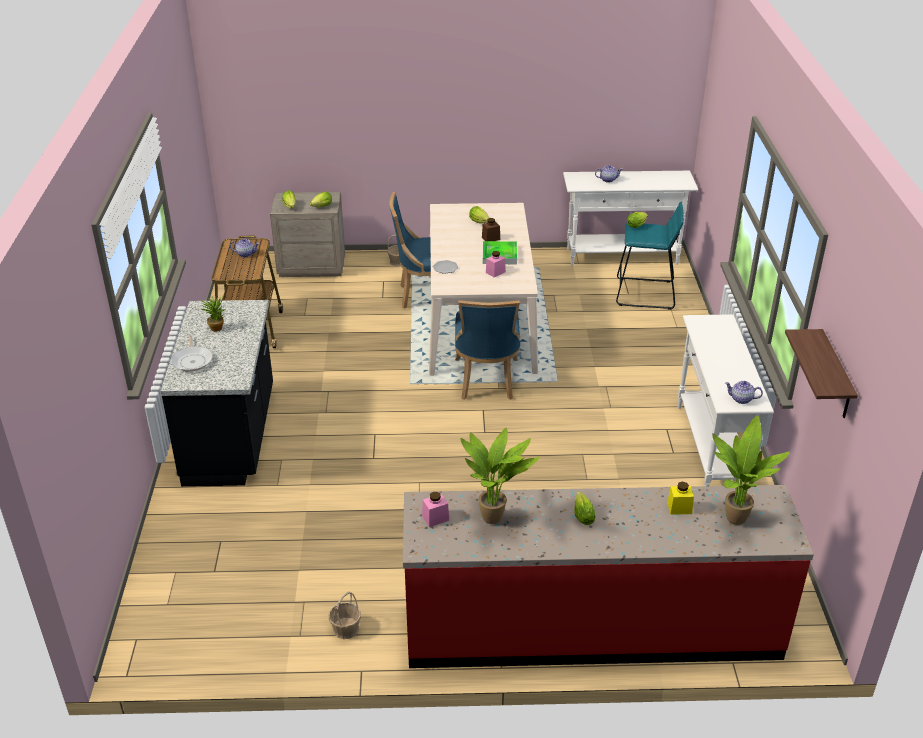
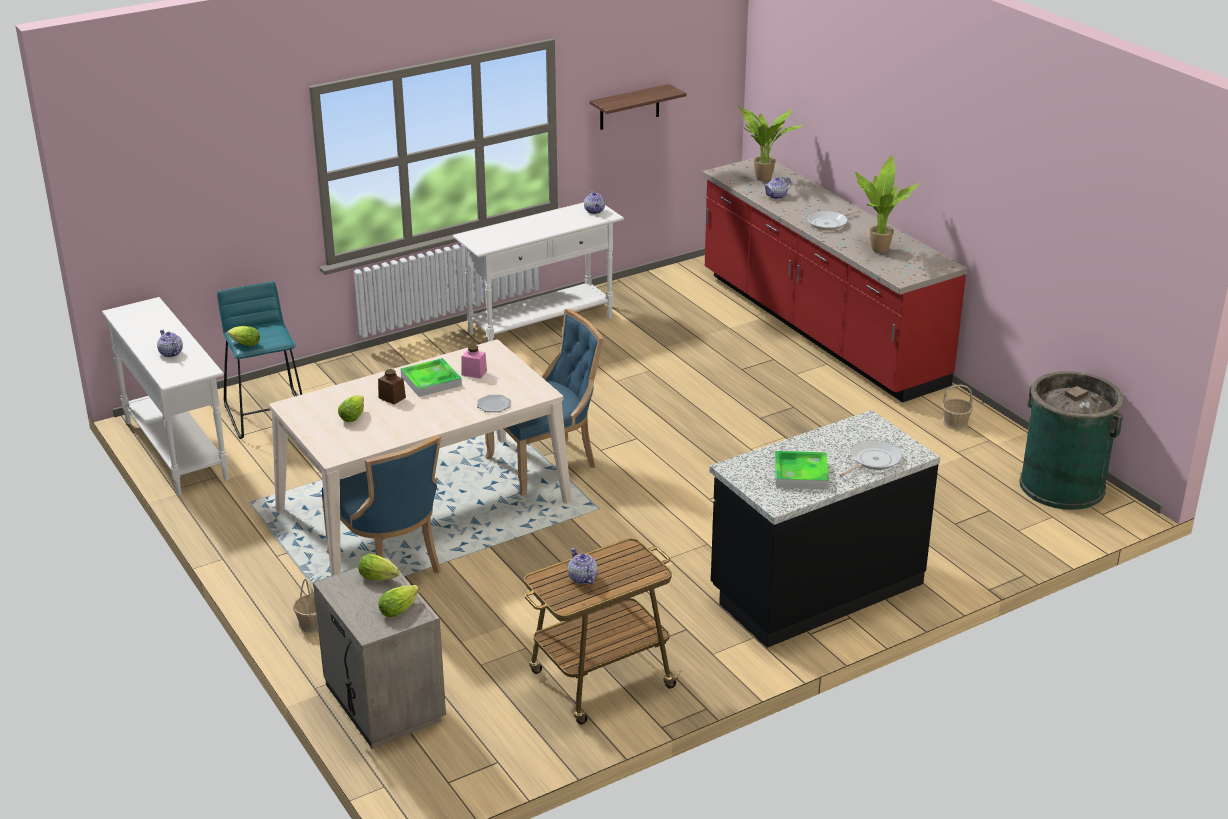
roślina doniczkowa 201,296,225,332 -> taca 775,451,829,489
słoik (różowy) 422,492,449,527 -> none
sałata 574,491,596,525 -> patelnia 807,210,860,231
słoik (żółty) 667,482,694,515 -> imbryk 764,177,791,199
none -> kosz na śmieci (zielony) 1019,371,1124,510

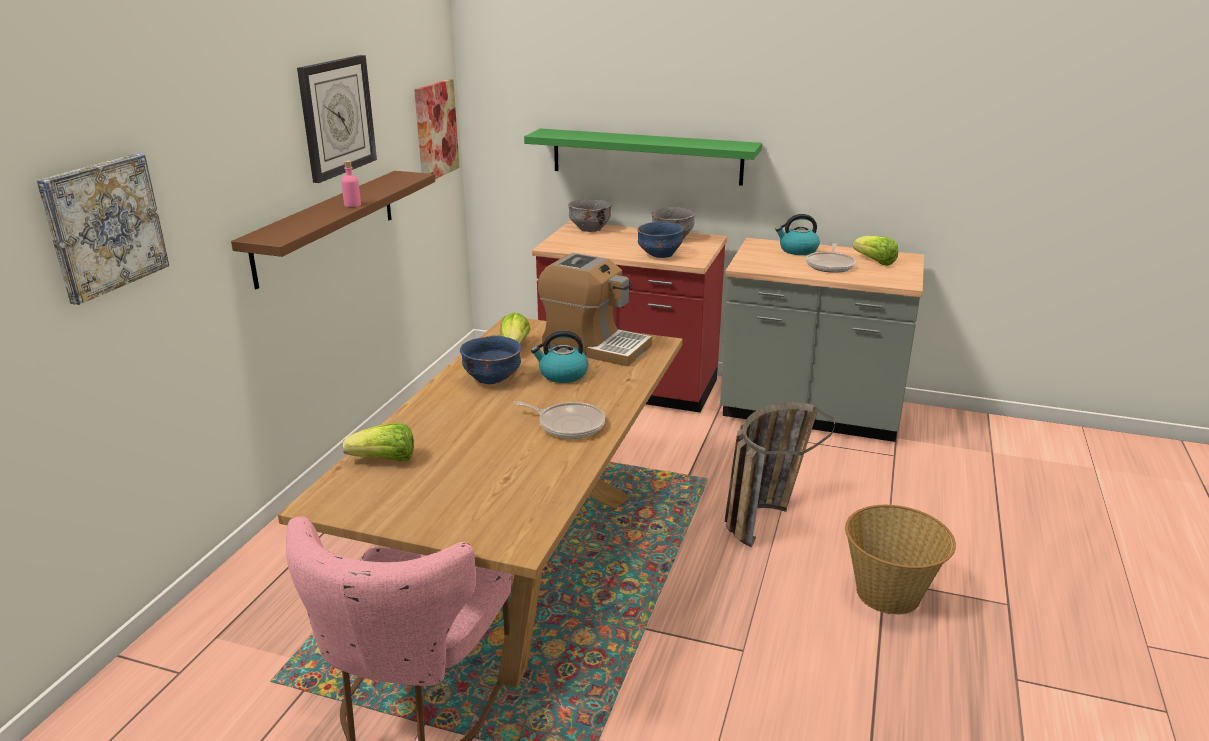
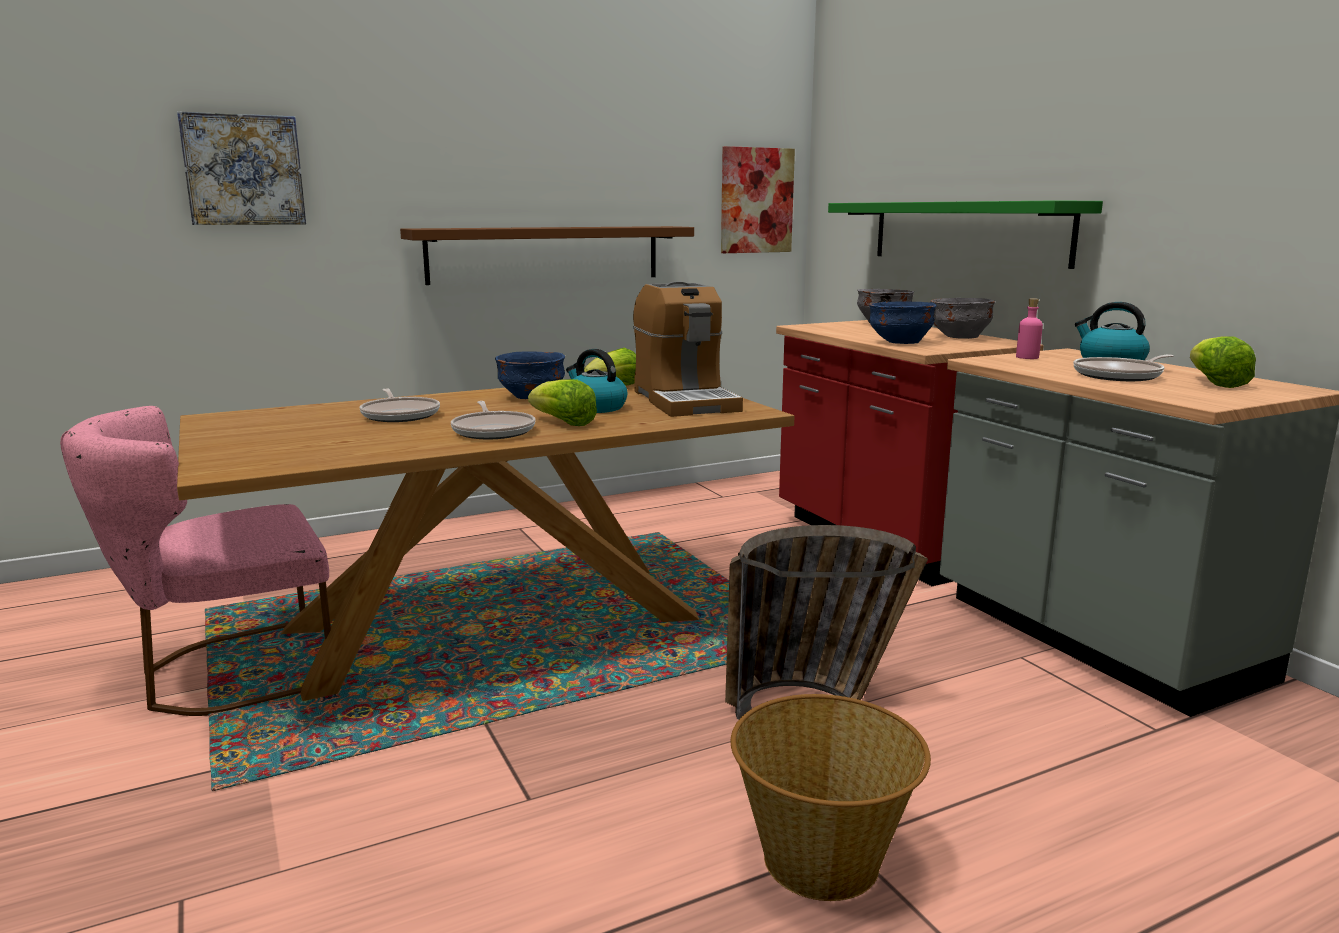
zegar ścienny 297,55,377,183 -> none
butelka (różowy) 341,161,361,207 -> butelka (różowy) 1016,298,1043,359, relocated
sałata 343,422,414,462 -> sałata 528,379,597,426, relocated
none -> patelnia 360,389,440,422

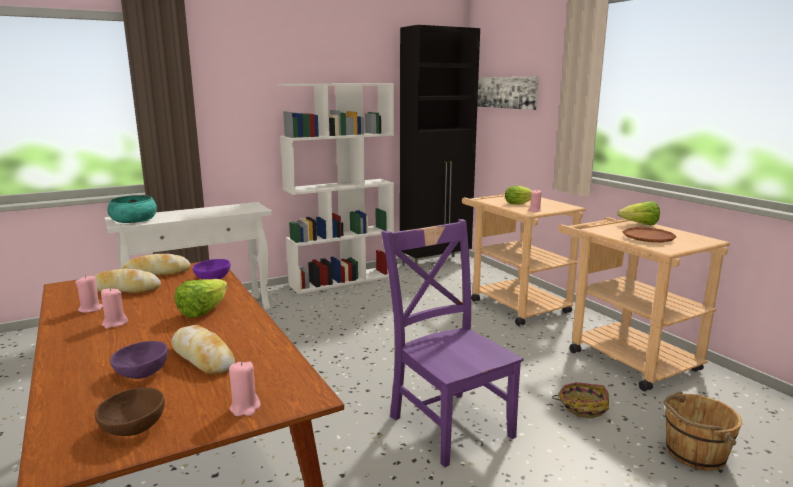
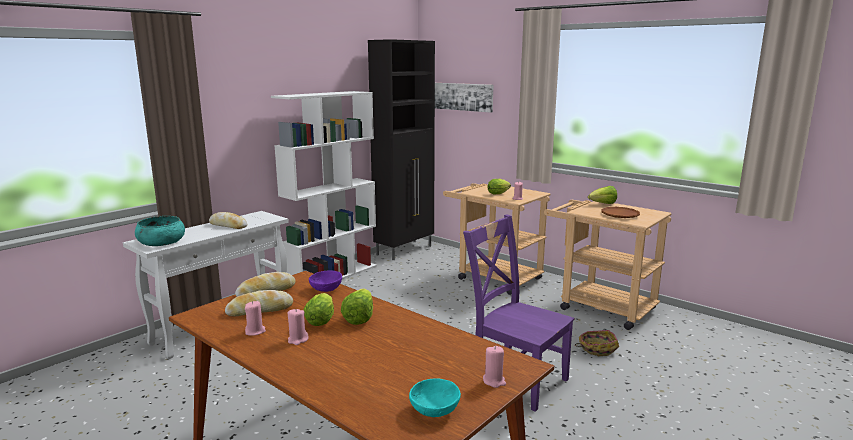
miska (brązowy) 95,387,165,436 -> miska (turkusowy) 409,378,461,417
miska (fioletowy) 110,341,168,379 -> none
chleb 171,325,235,375 -> chleb 209,212,248,229, relocated
wiadro (brązowy) 664,391,742,471 -> none
none -> sałata 303,293,334,326

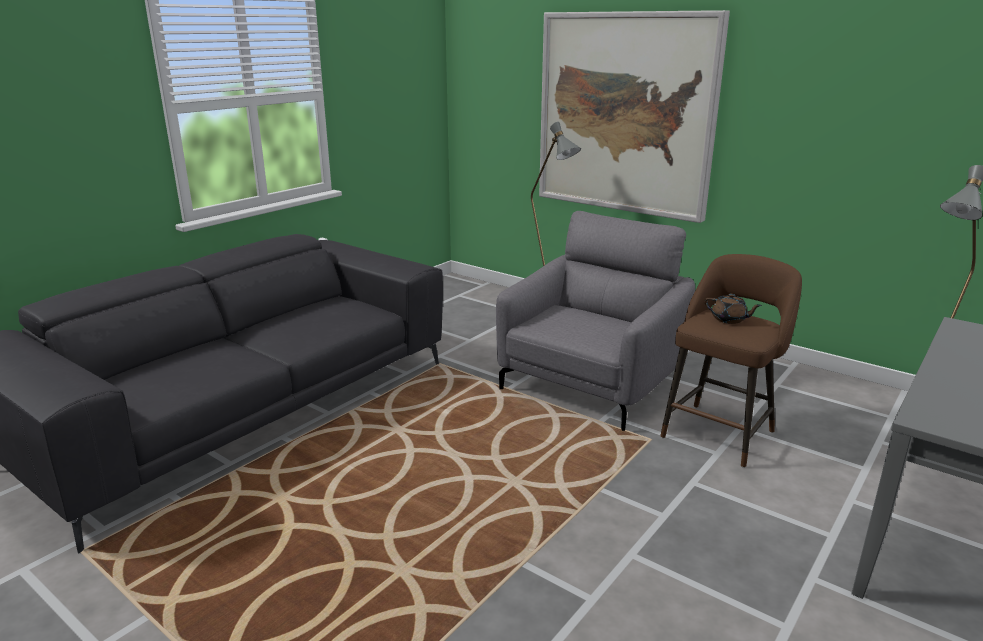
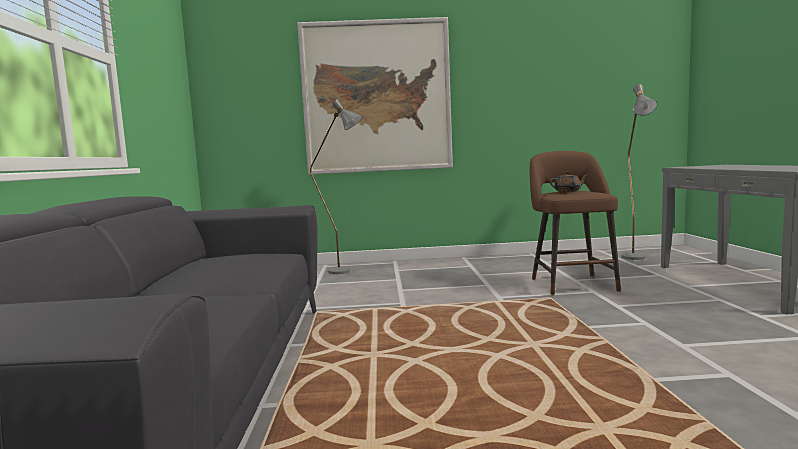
fotel (szary) 496,211,695,431 -> none

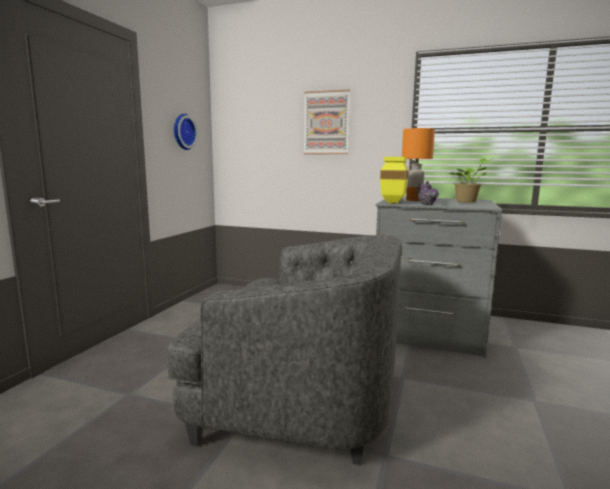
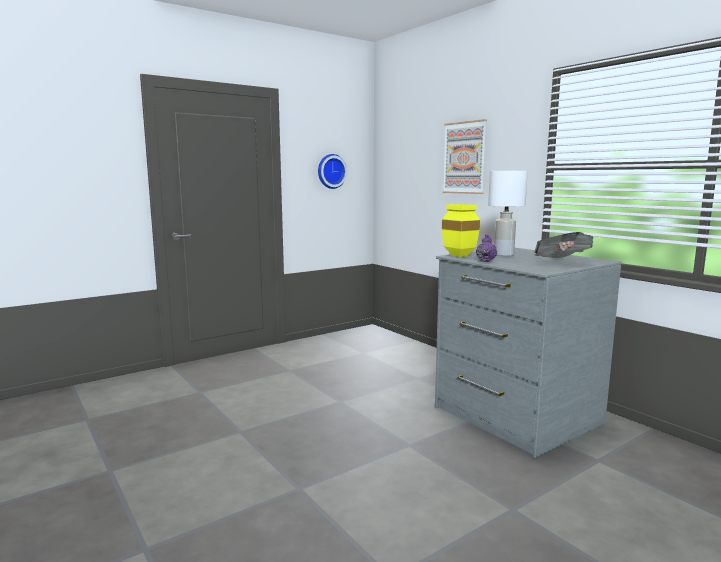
fotel (szary) 167,235,401,465 -> none
lampa stołowa (pomarańczowy) 402,128,435,201 -> lampa stołowa (biały) 488,171,528,256
roślina doniczkowa 450,158,494,203 -> gazeta 535,232,594,258

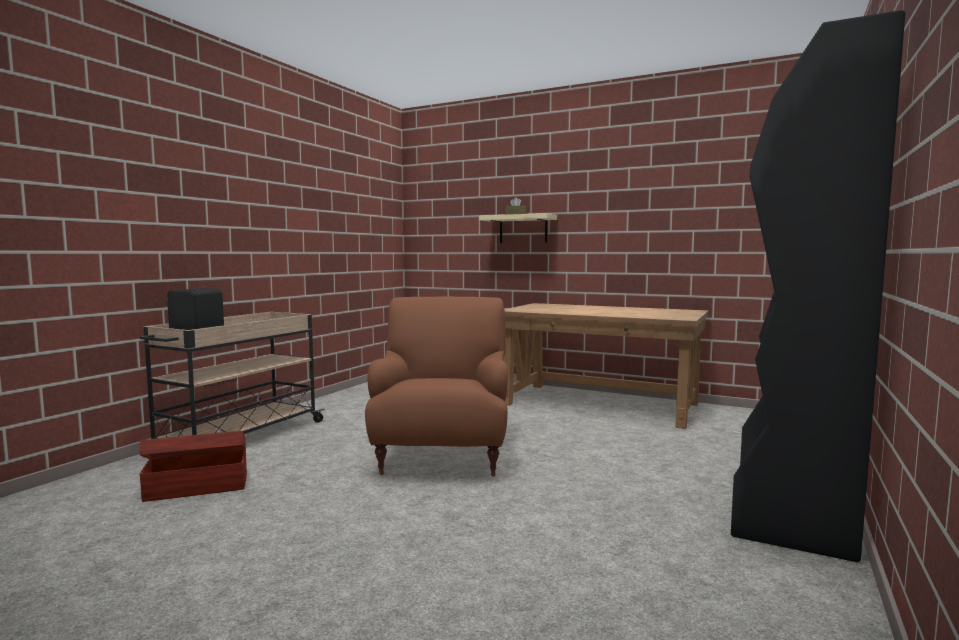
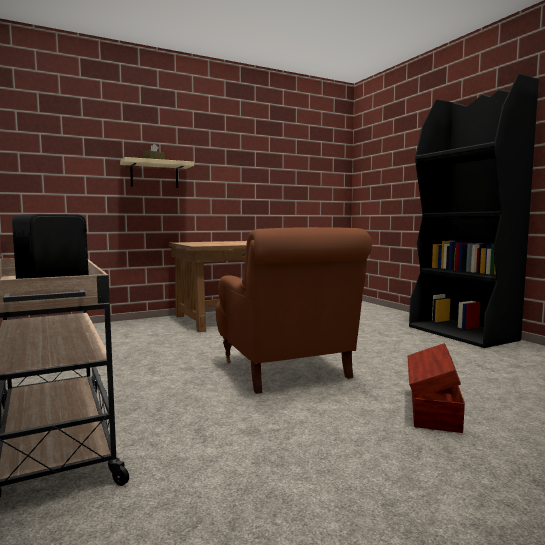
pojemnik do przechowywania (brązowy) 139,431,247,502 -> pojemnik do przechowywania (brązowy) 408,343,465,433, relocated
fotel (brązowy) 365,297,508,477 -> fotel (brązowy) 216,227,372,394, 150 degrees counterclockwise

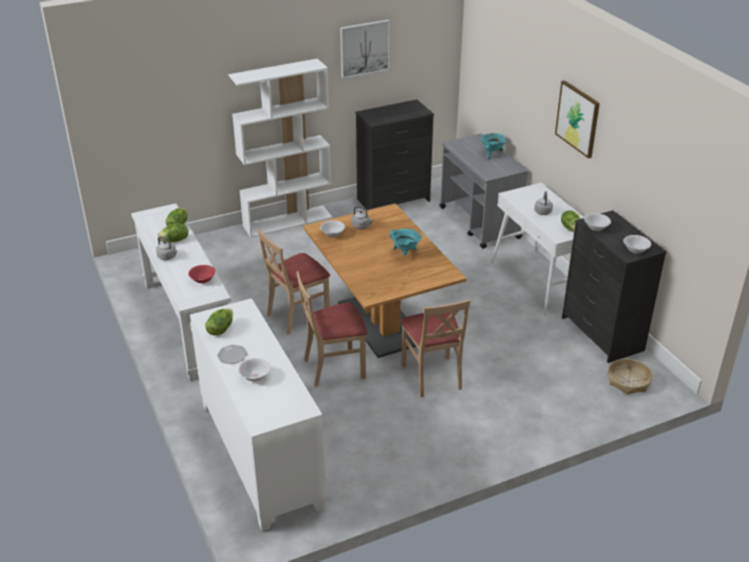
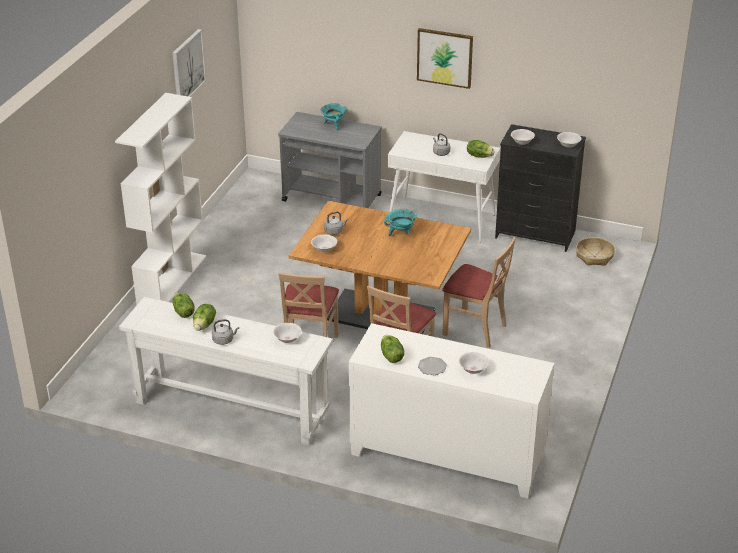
miska (czerwony) 188,265,216,283 -> miska (biały) 273,323,302,343
komoda (czarny) 355,99,434,210 -> none

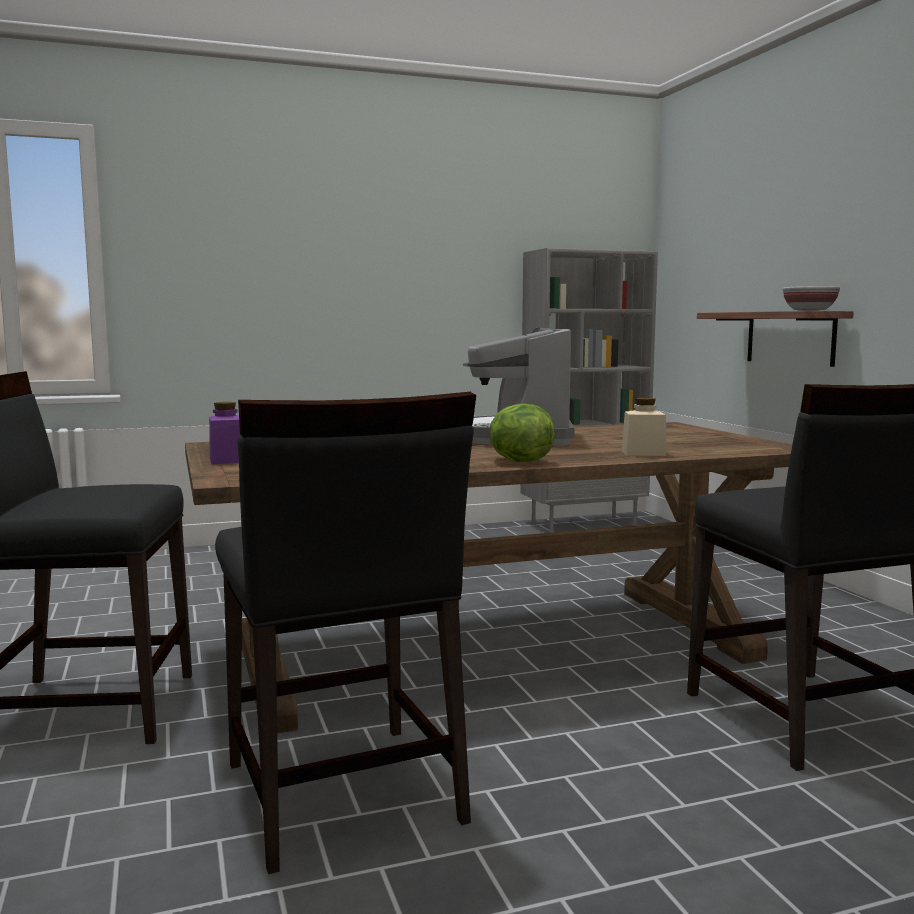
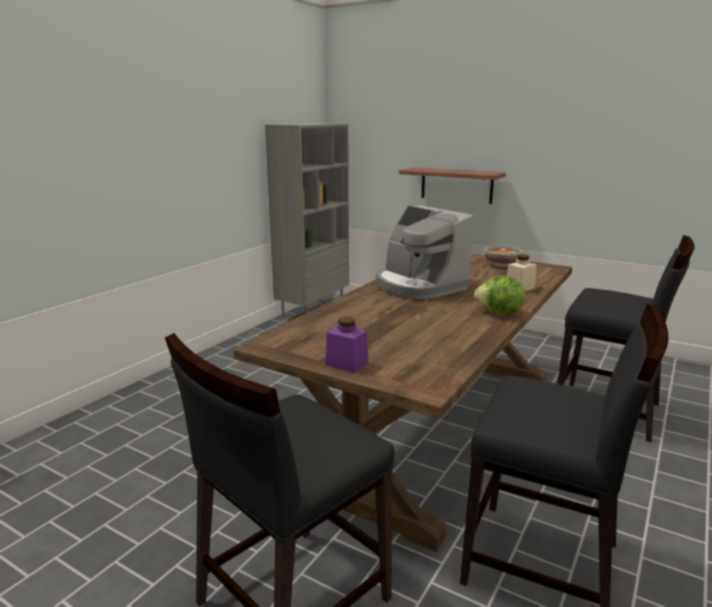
miska 783,286,840,311 -> miska 484,245,523,267, relocated

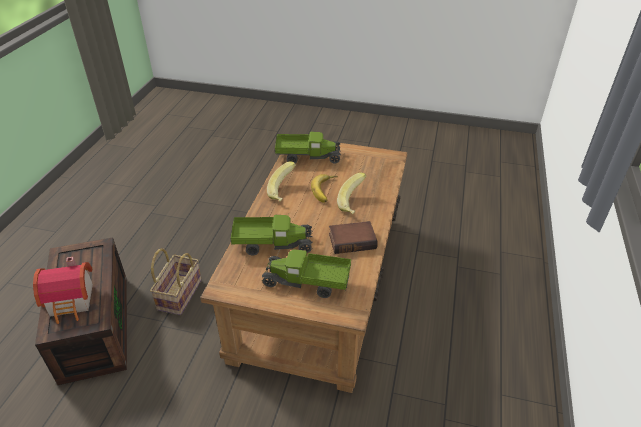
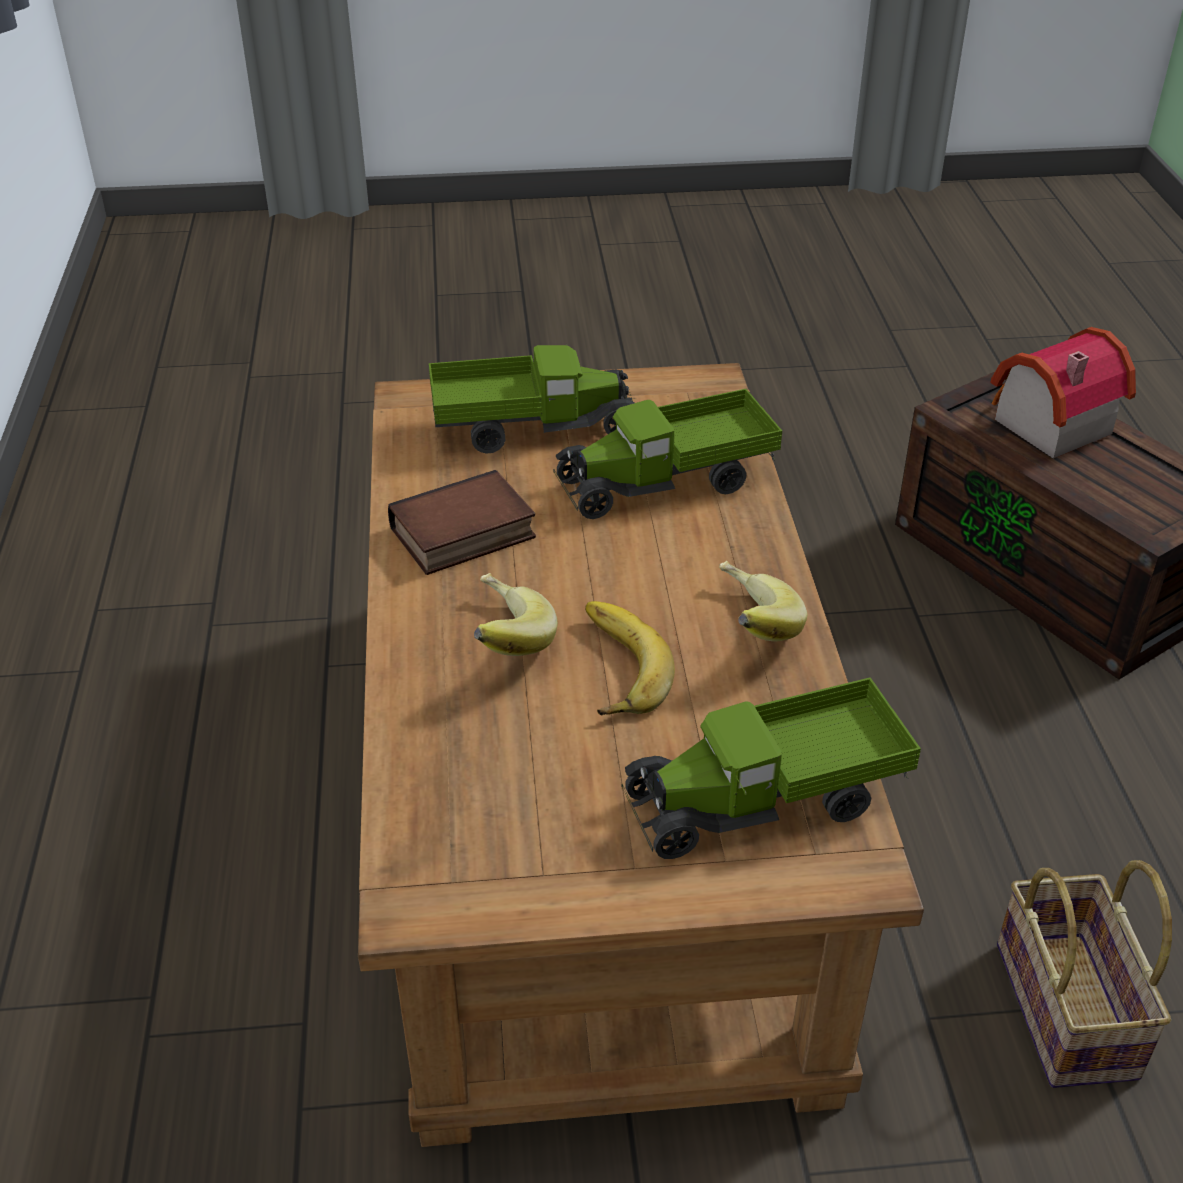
koszyk 150,248,202,315 -> koszyk 997,860,1172,1088, relocated

